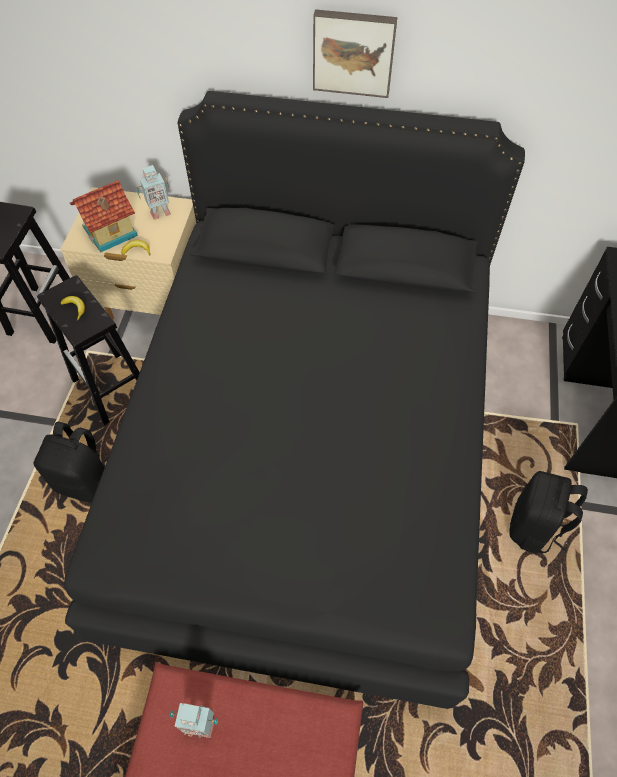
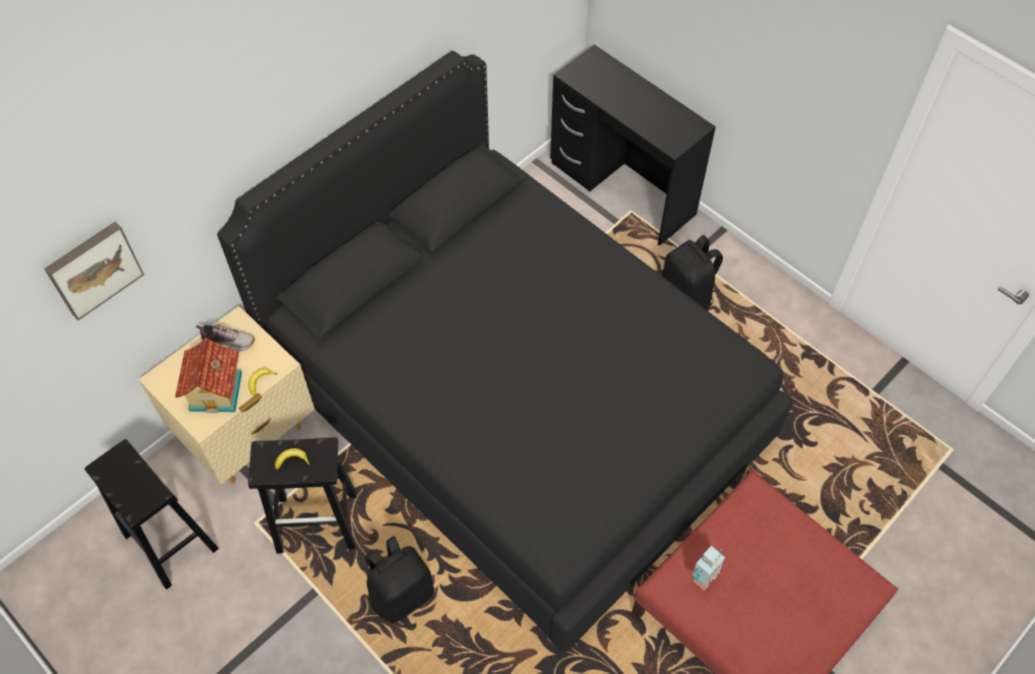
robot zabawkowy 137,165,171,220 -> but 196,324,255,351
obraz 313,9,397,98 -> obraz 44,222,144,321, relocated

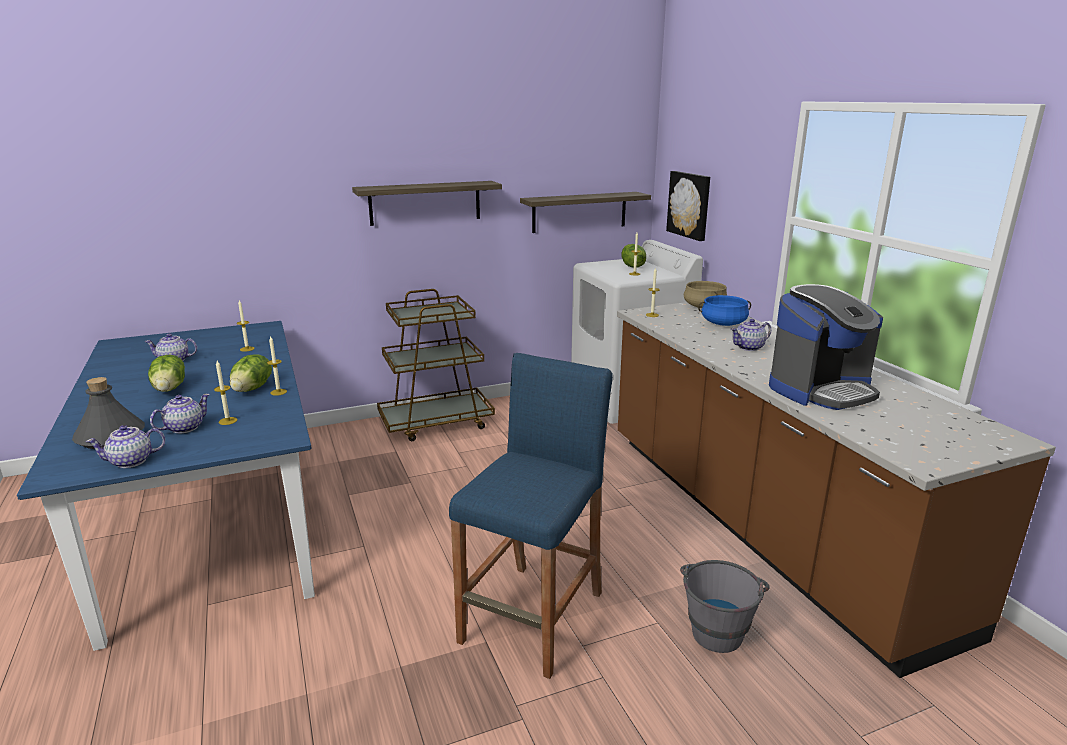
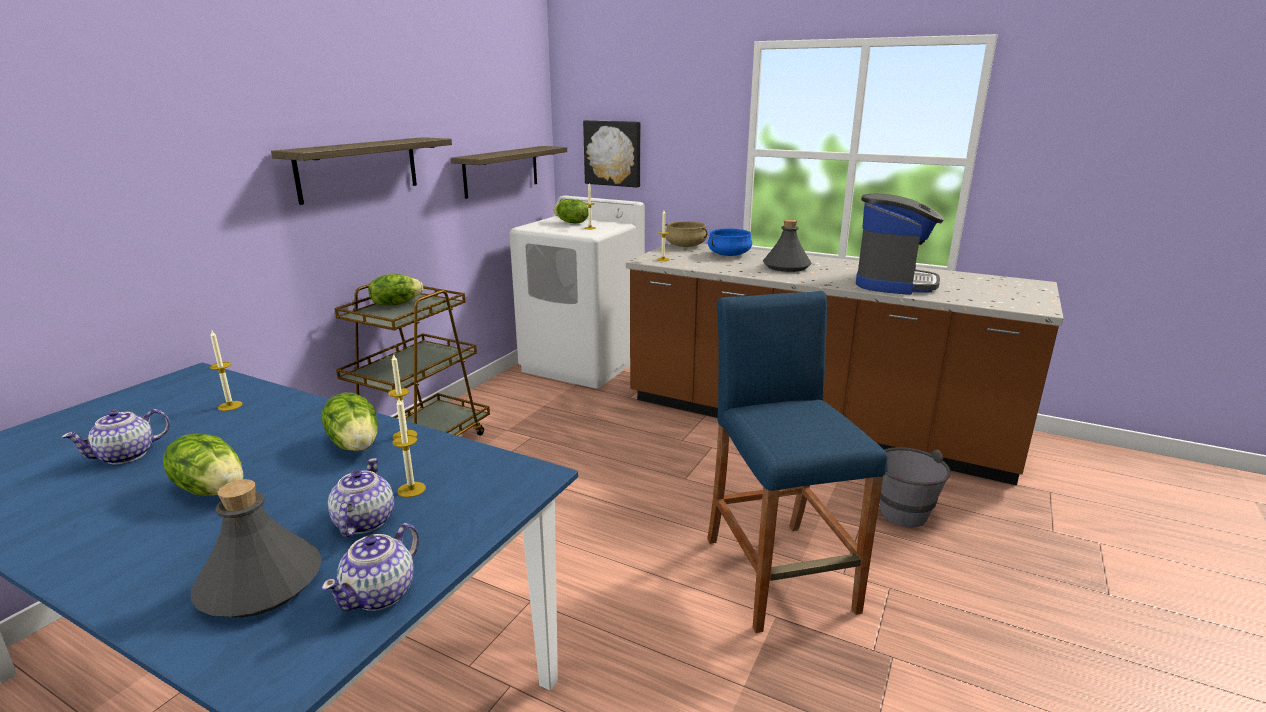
imbryk 730,319,771,351 -> butelka (szary) 763,219,811,272
none -> sałata 368,274,423,306

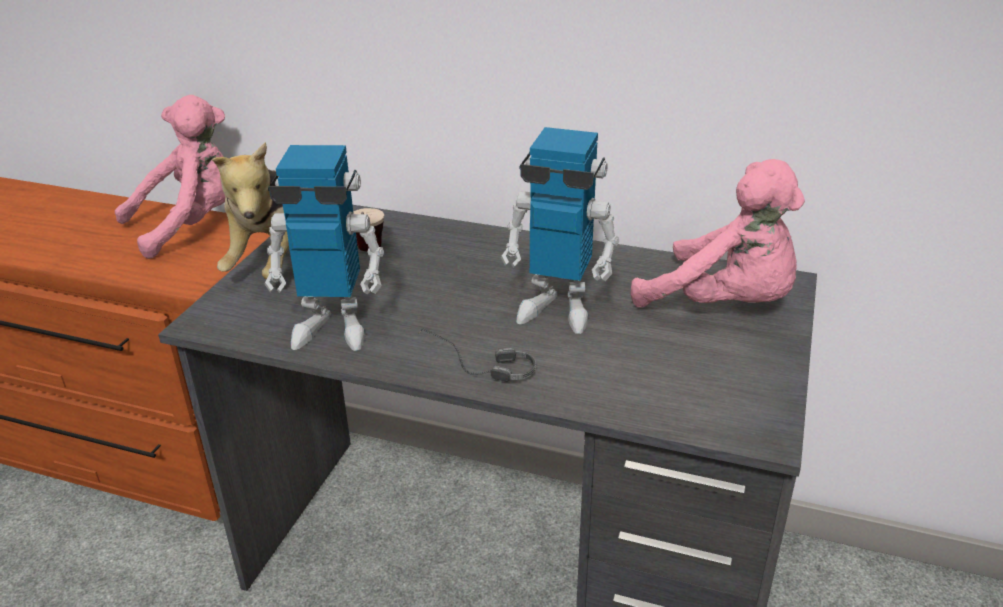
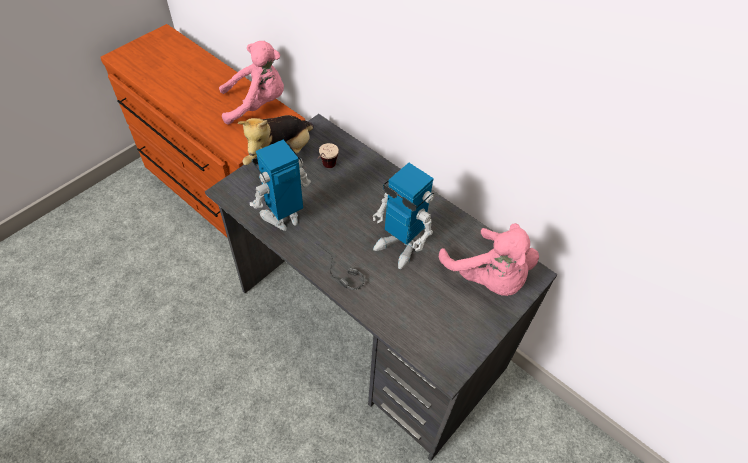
robot zabawkowy 265,145,384,351 -> robot zabawkowy 250,139,311,231, 120 degrees clockwise

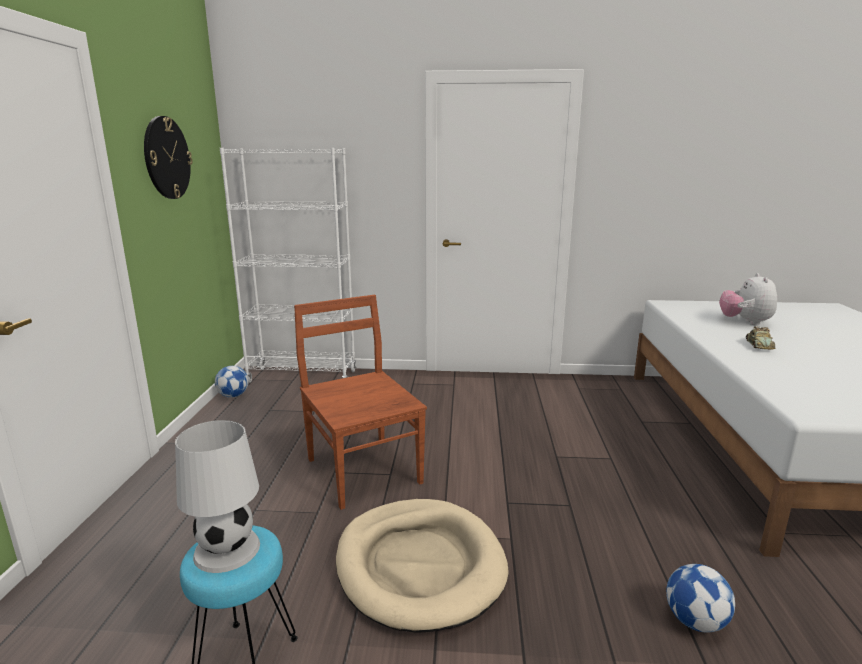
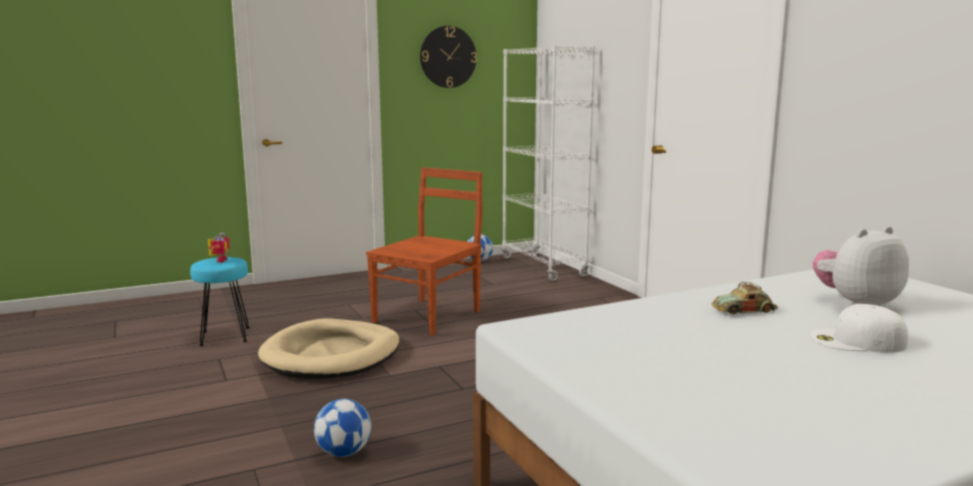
lampa stołowa (biały) 175,420,260,573 -> robot zabawkowy 208,233,230,263
none -> czapka z daszkiem (biały) 811,304,908,353

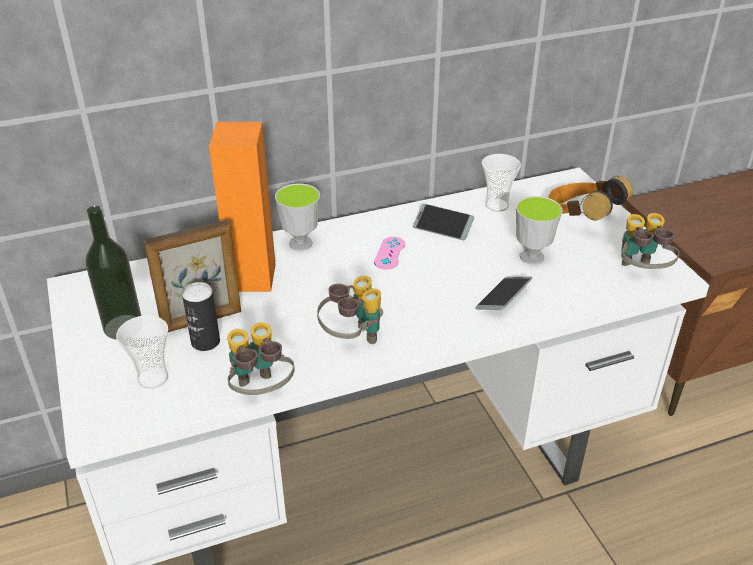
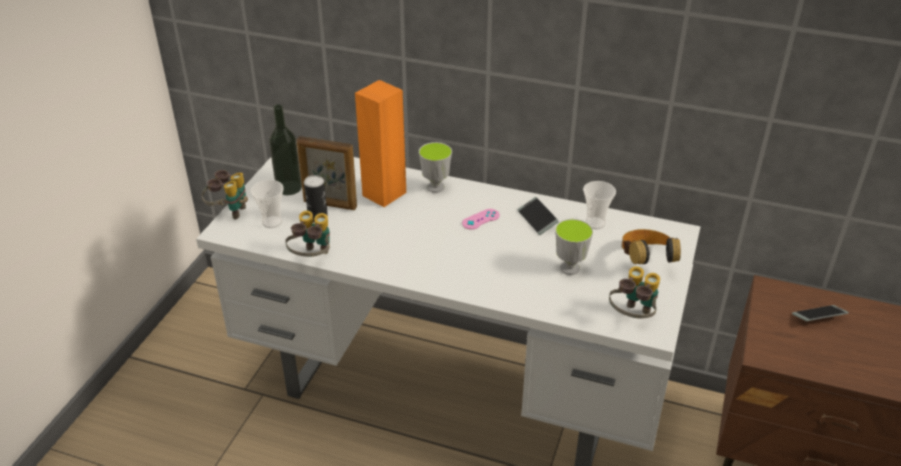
lornetka 317,276,383,344 -> lornetka 202,170,248,220, relocated
telefon 475,276,532,310 -> telefon 792,305,848,321, relocated

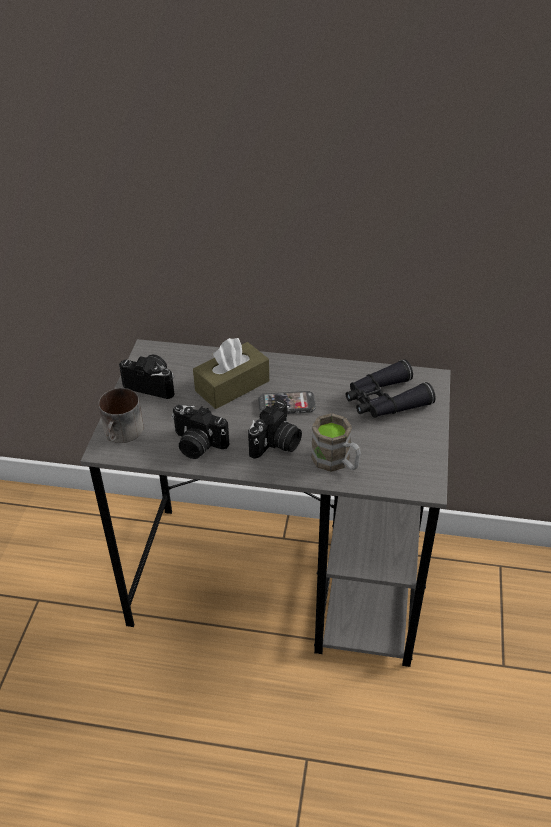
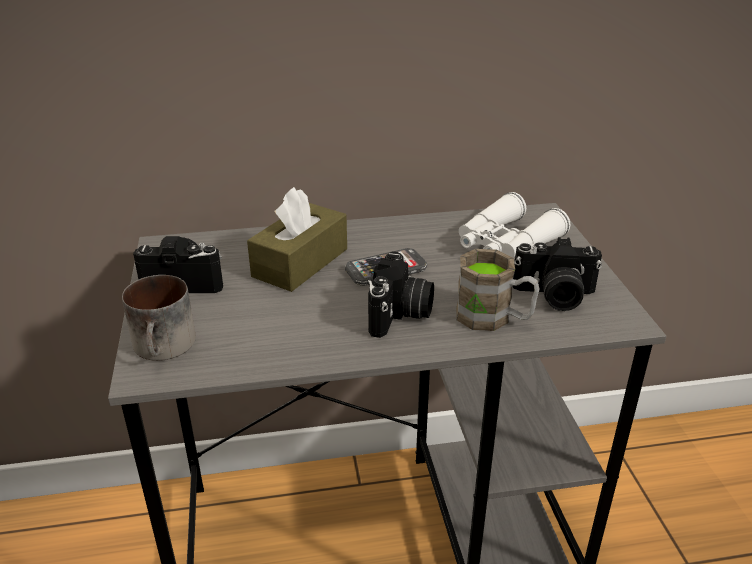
aparat fotograficzny 172,405,229,459 -> aparat fotograficzny 512,237,602,311, relocated
lornetka (czarny) 346,359,436,418 -> lornetka (biały) 459,192,570,258

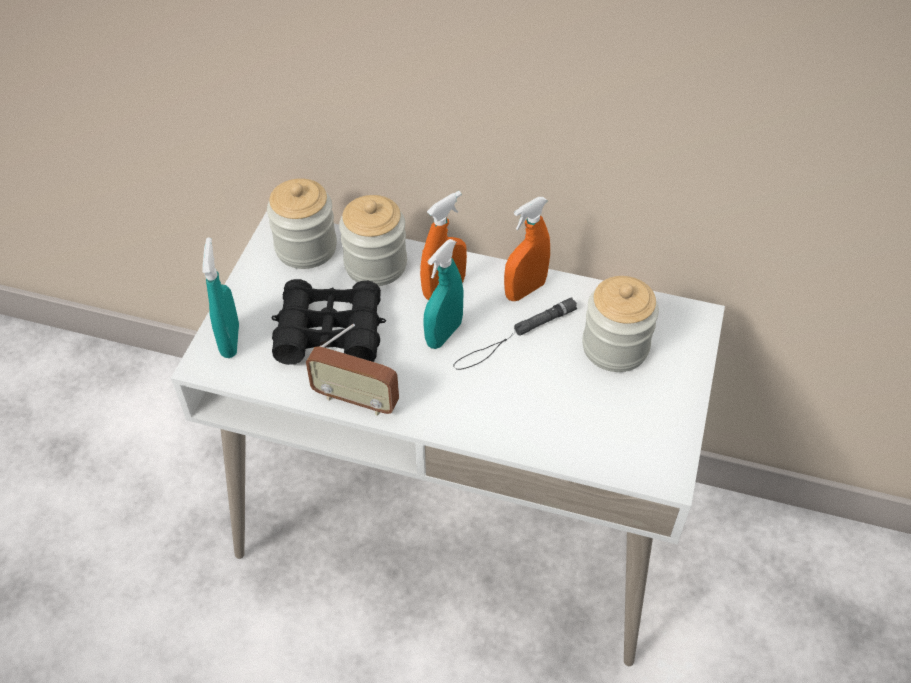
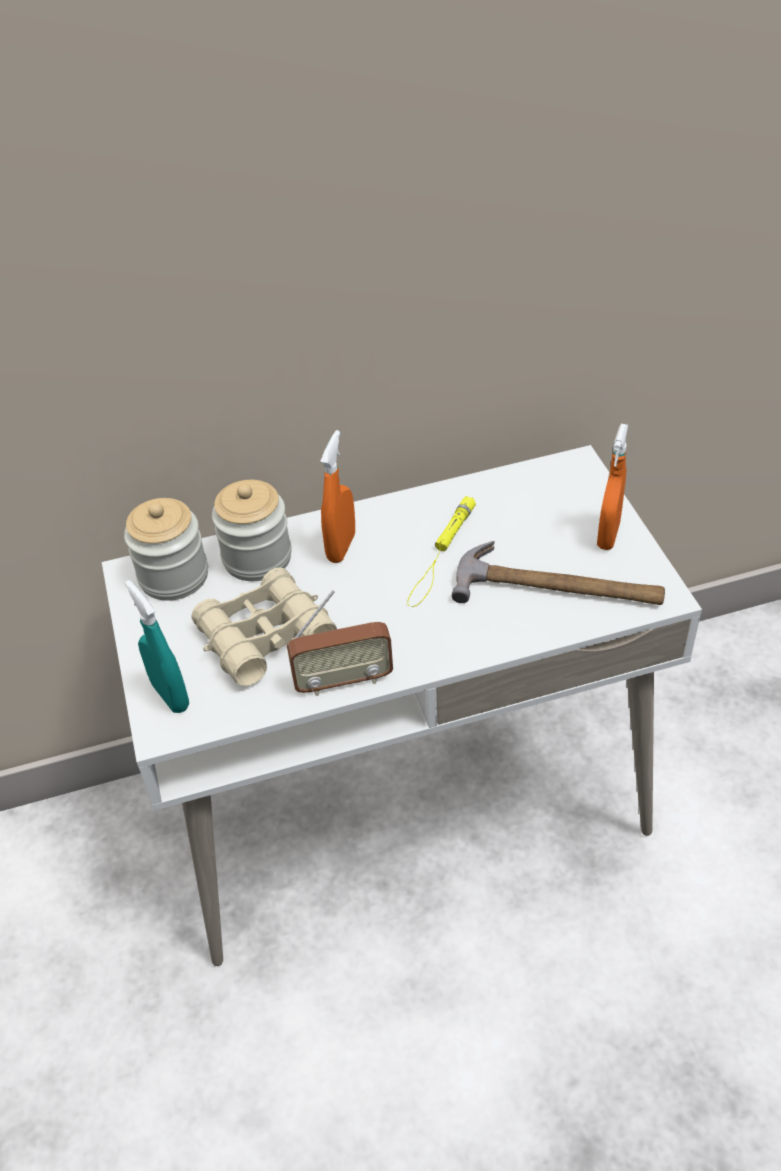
lornetka (czarny) 272,279,386,365 -> lornetka (beżowy) 191,567,337,686
spryskiwacz (turkusowy) 424,239,464,349 -> none
latarka (czarny) 453,297,577,370 -> latarka (żółty) 407,496,476,607
spryskiwacz (pomarańczowy) 504,197,550,301 -> spryskiwacz (pomarańczowy) 597,424,628,550, relocated
słoik 582,276,659,372 -> none
none -> młotek 452,541,665,605

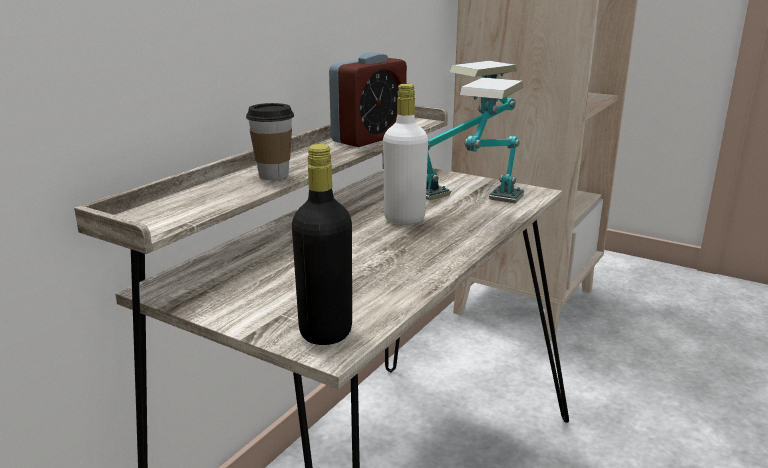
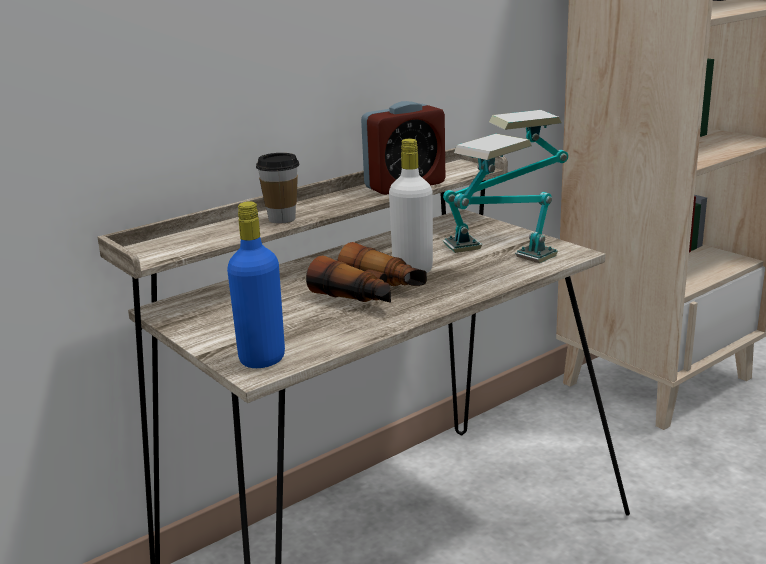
butelka (czarny) 292,144,352,345 -> butelka (niebieski) 227,201,285,368
none -> lornetka 306,242,427,303

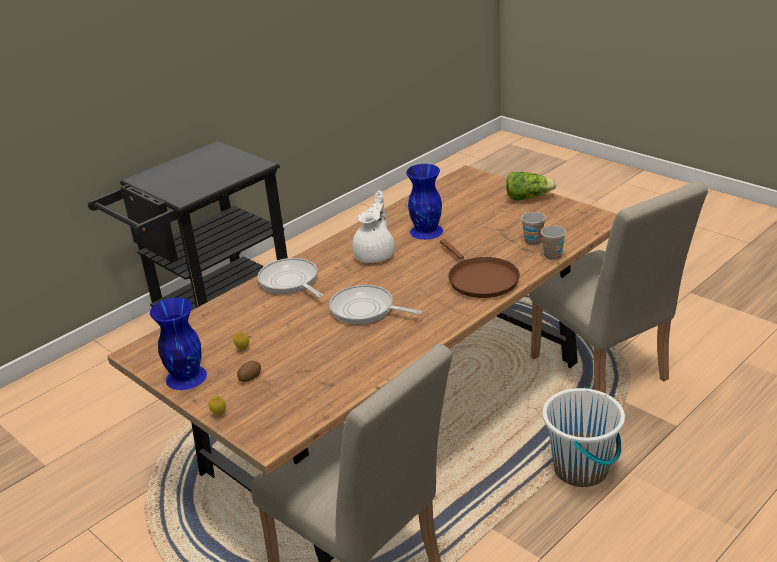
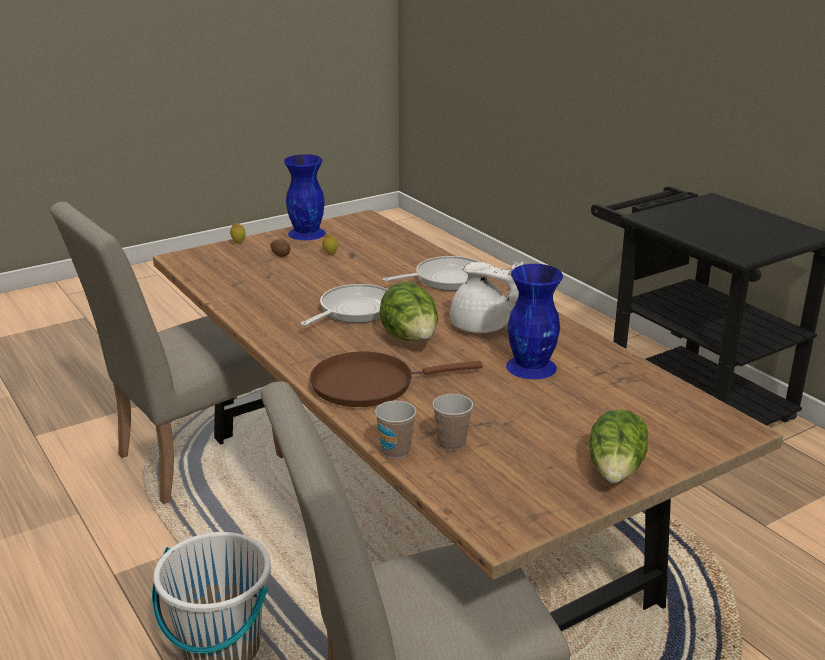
none -> sałata 379,282,438,341

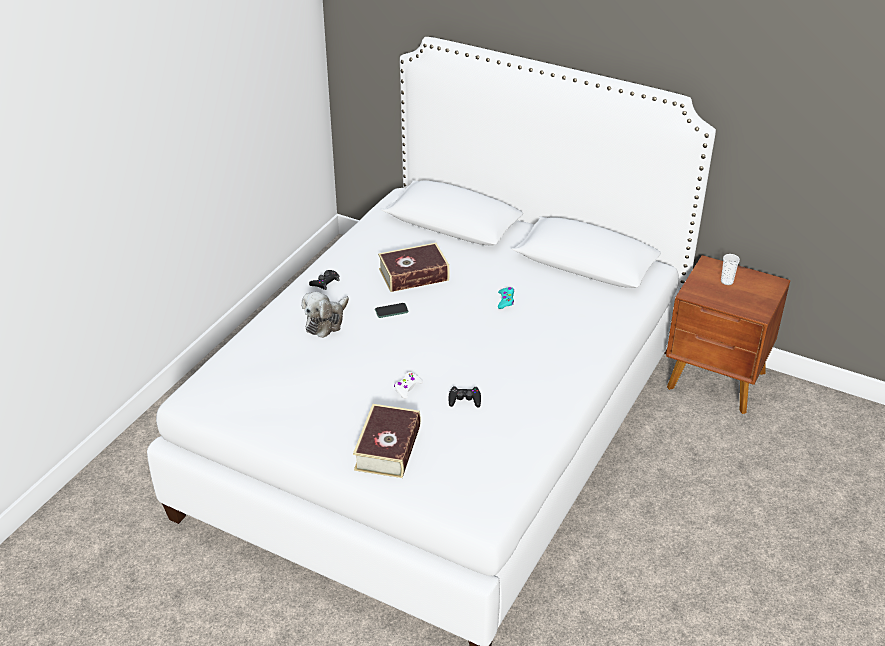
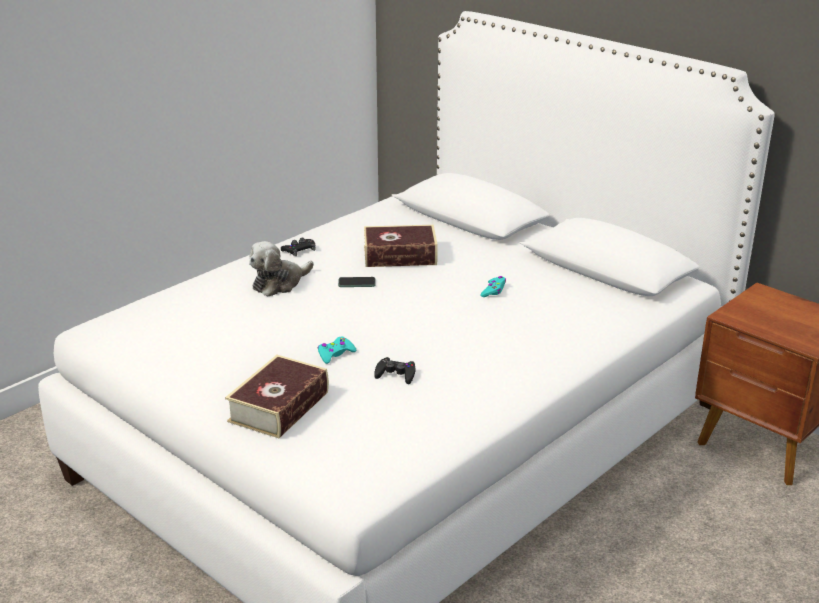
pad do gier (biały) 394,372,423,399 -> pad do gier (turkusowy) 318,336,356,364
filiżanka 721,254,740,285 -> none

